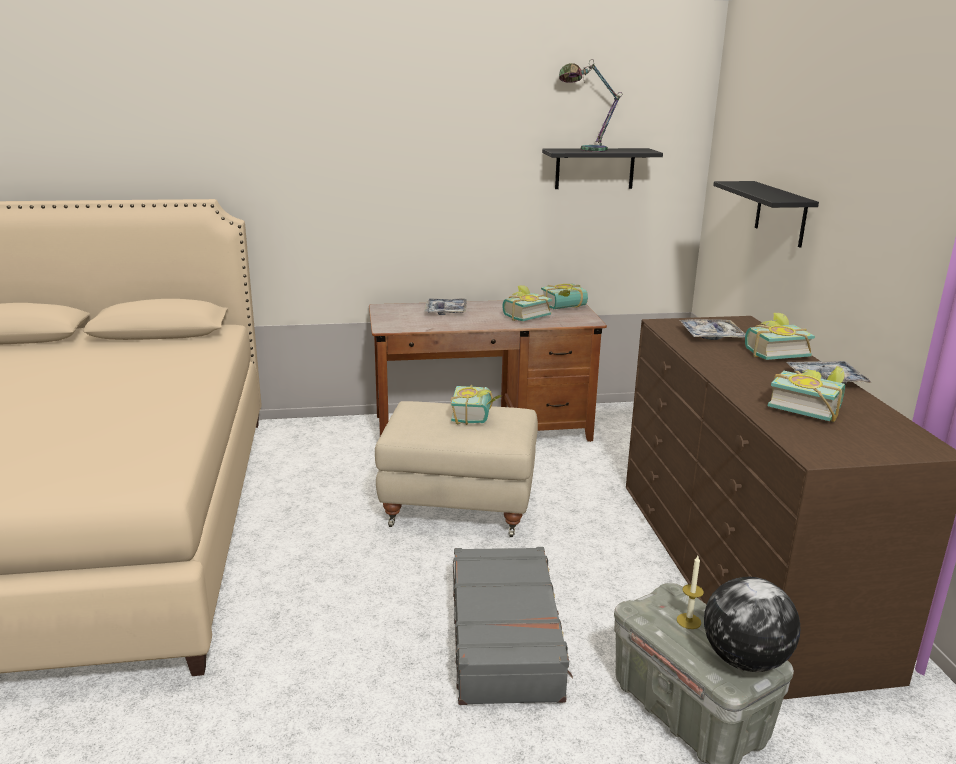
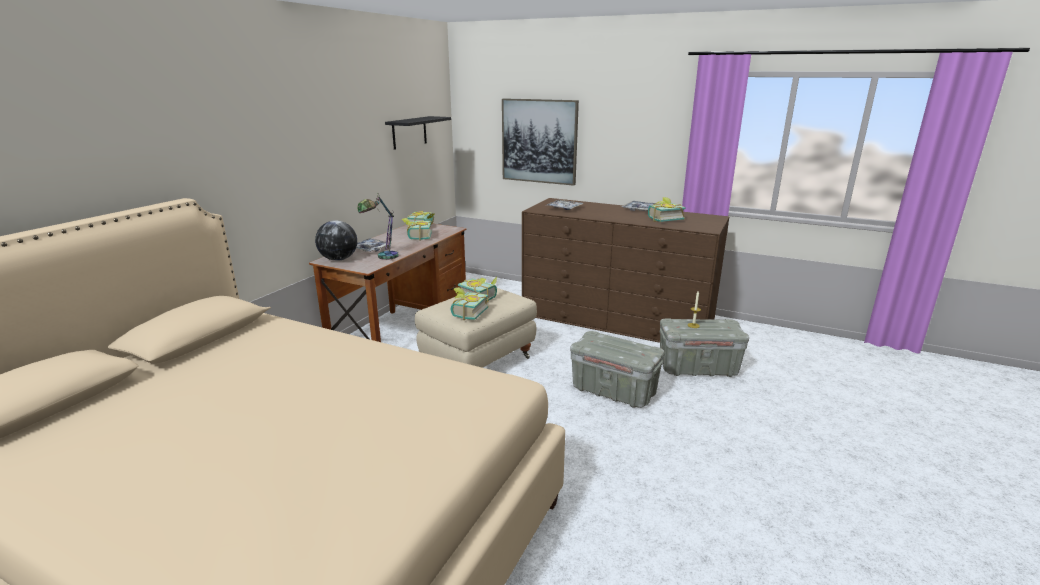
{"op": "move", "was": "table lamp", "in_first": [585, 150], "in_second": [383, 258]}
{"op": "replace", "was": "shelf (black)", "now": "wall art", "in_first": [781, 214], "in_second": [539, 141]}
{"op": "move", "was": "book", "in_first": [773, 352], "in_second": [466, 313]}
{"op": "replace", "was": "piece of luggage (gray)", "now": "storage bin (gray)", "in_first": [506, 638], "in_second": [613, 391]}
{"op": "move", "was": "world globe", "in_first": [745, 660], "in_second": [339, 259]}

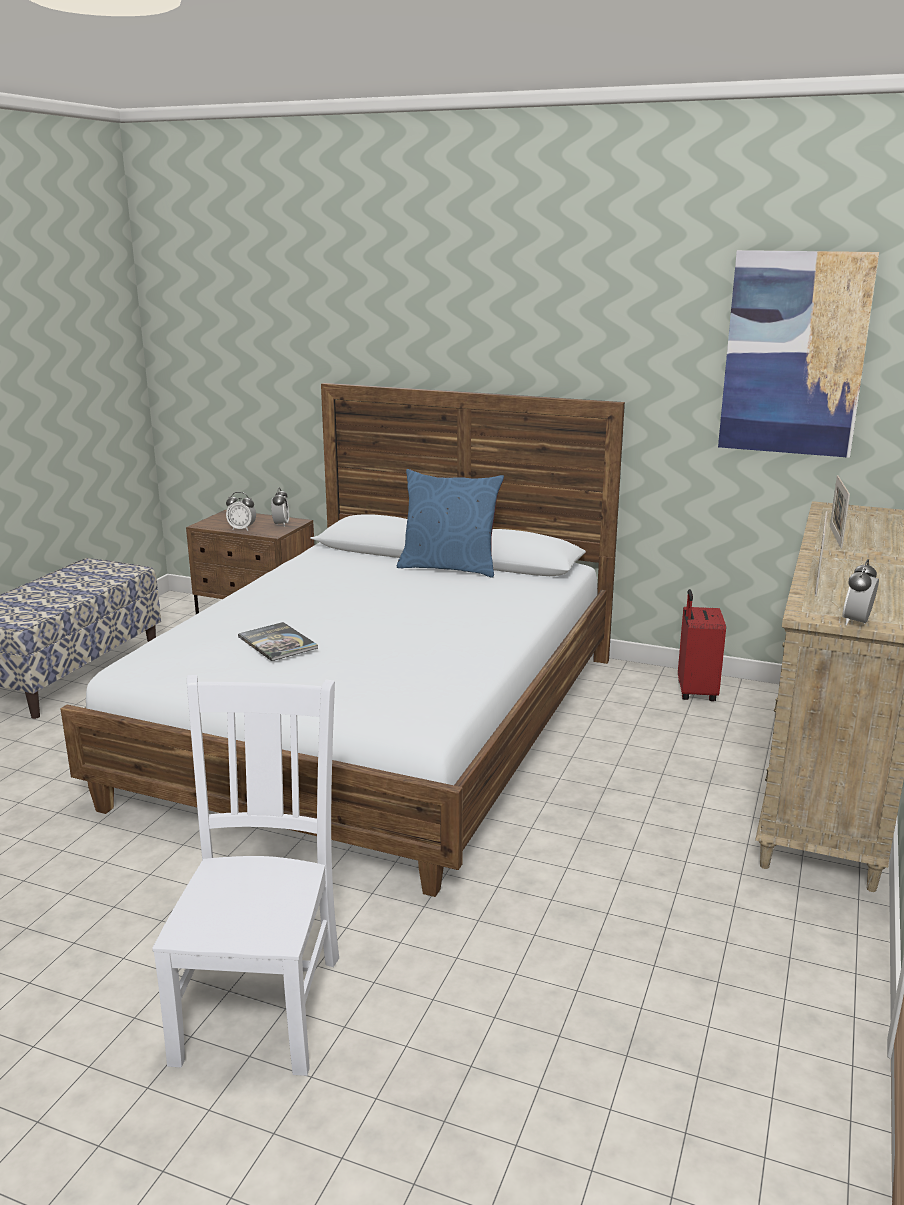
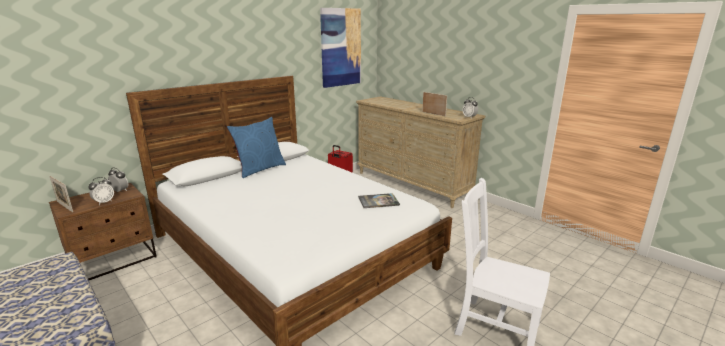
{"op": "move", "was": "photo frame", "in_first": [835, 537], "in_second": [65, 206]}
{"op": "move", "was": "book", "in_first": [277, 643], "in_second": [378, 201]}

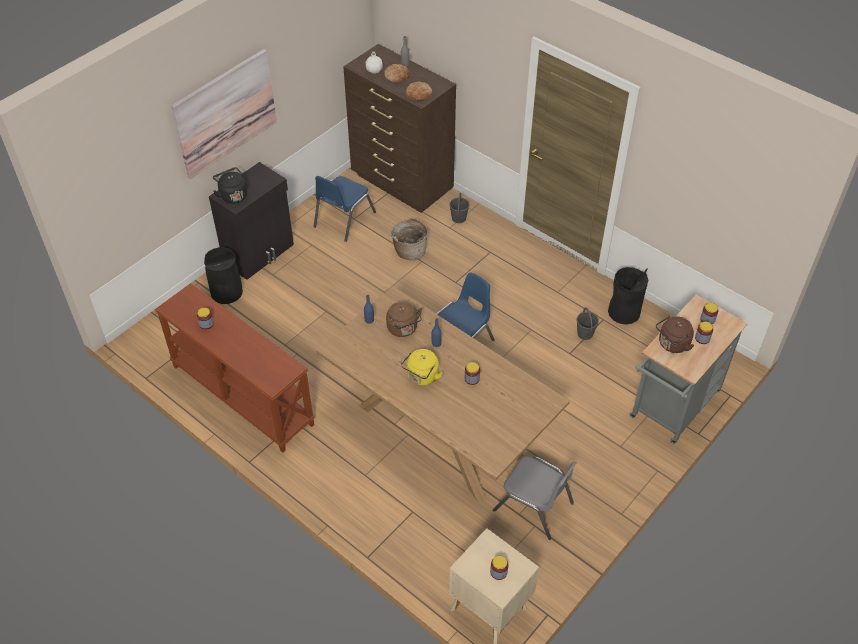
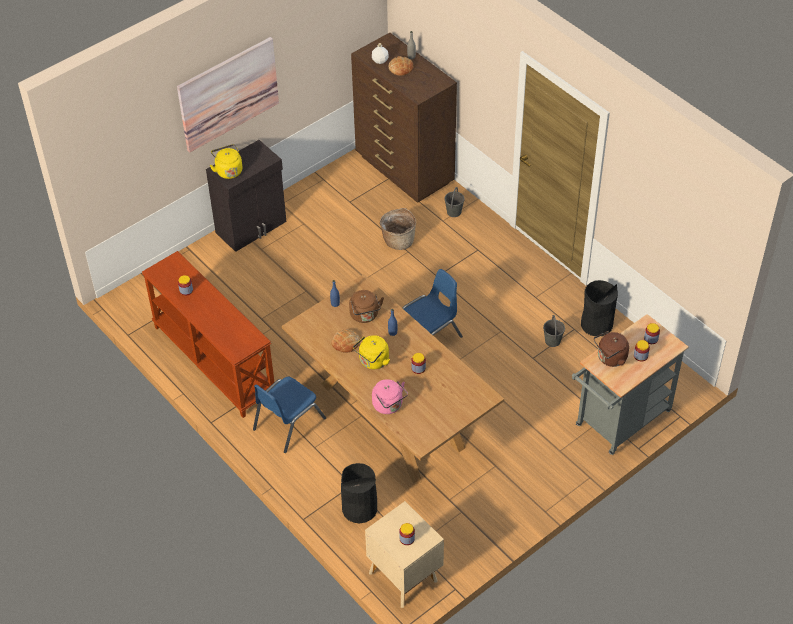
{"op": "move", "was": "bakery bread", "in_first": [419, 94], "in_second": [345, 342]}
{"op": "recolor", "was": "tea kettle (black)", "now": "tea kettle (yellow)", "in_first": [232, 195], "in_second": [228, 170]}
{"op": "move", "was": "plain chair (bluish)", "in_first": [343, 219], "in_second": [288, 424]}
{"op": "move", "was": "waste bin (black)", "in_first": [226, 292], "in_second": [359, 508]}
{"op": "delete", "was": "plain chair (gray)", "in_first": [534, 506]}
{"op": "insert", "now": "tea kettle (pink-coloured)", "in_second": [389, 406]}

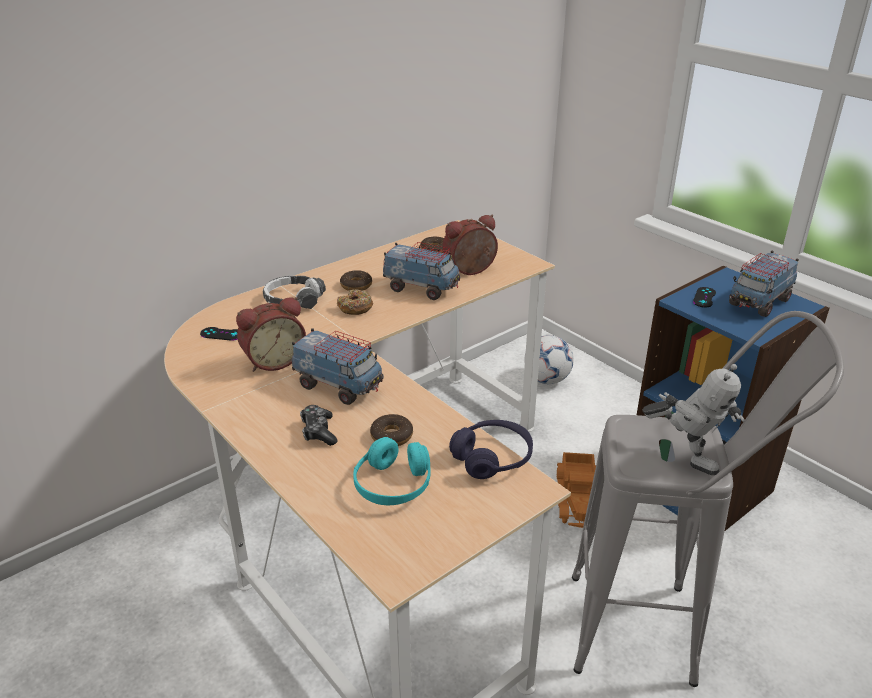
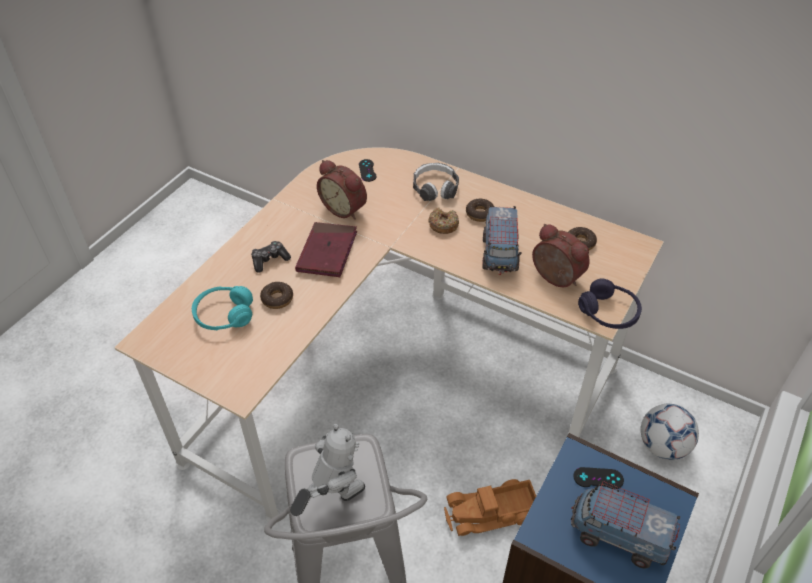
{"op": "replace", "was": "toy lorry", "now": "book (red)", "in_first": [339, 386], "in_second": [327, 252]}
{"op": "rotate", "was": "toy robot", "in_first": [686, 456], "in_second": [332, 499], "clockwise": -150}
{"op": "move", "was": "headset (purple-coloured)", "in_first": [492, 458], "in_second": [608, 312]}

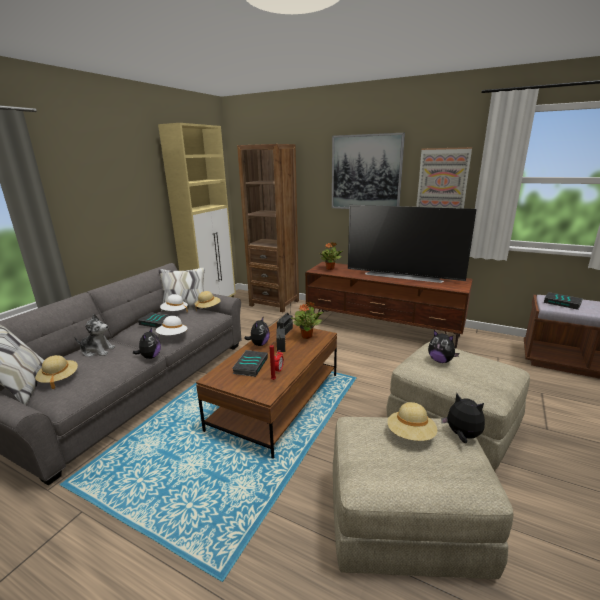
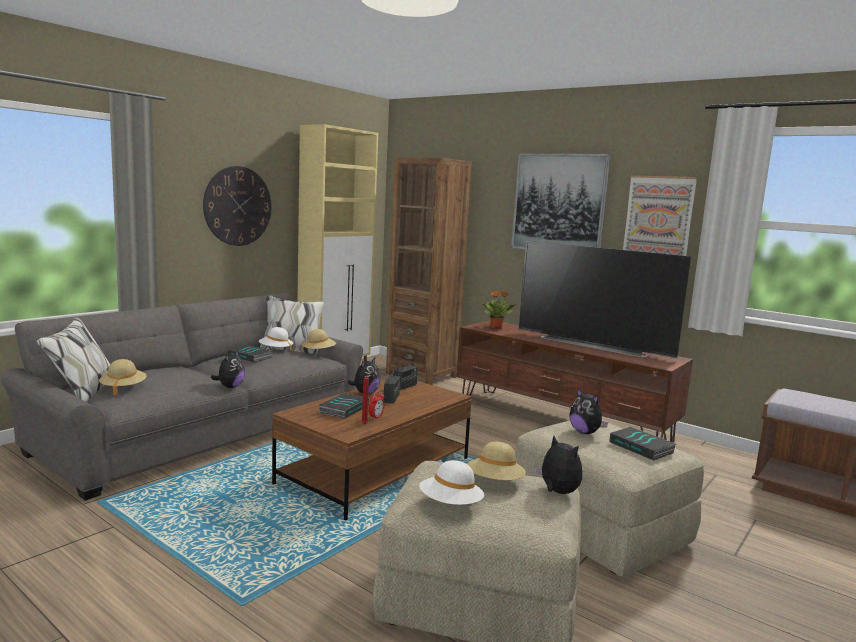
{"op": "move", "was": "book", "in_first": [562, 303], "in_second": [642, 447]}
{"op": "delete", "was": "houseplant", "in_first": [307, 336]}
{"op": "delete", "was": "cuddly toy", "in_first": [97, 351]}
{"op": "move", "was": "hat (whitish)", "in_first": [172, 336], "in_second": [450, 505]}
{"op": "insert", "now": "wall clock", "in_second": [238, 206]}

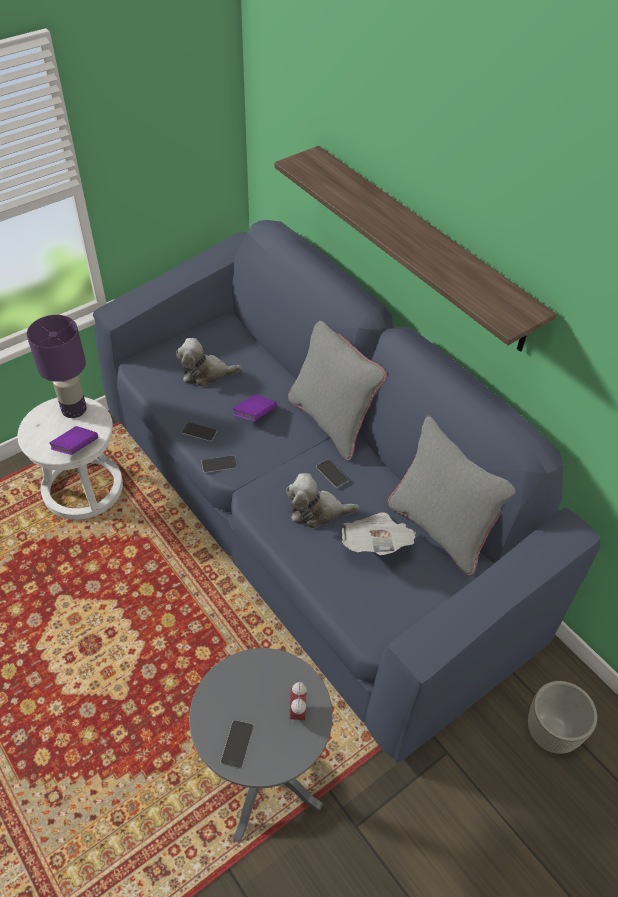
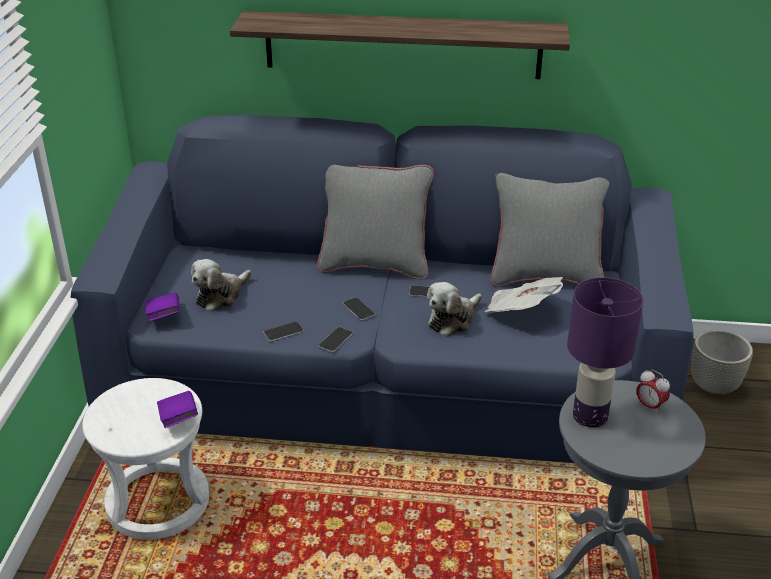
{"op": "move", "was": "table lamp (purple-coloured)", "in_first": [74, 409], "in_second": [589, 416]}
{"op": "move", "was": "book (purple-coloured)", "in_first": [255, 415], "in_second": [164, 316]}
{"op": "move", "was": "phone", "in_first": [237, 744], "in_second": [358, 309]}

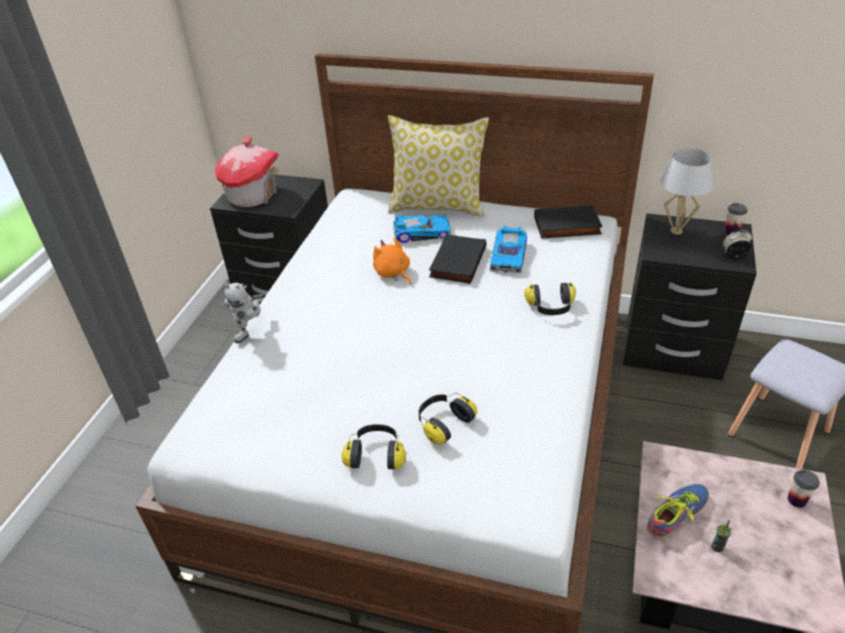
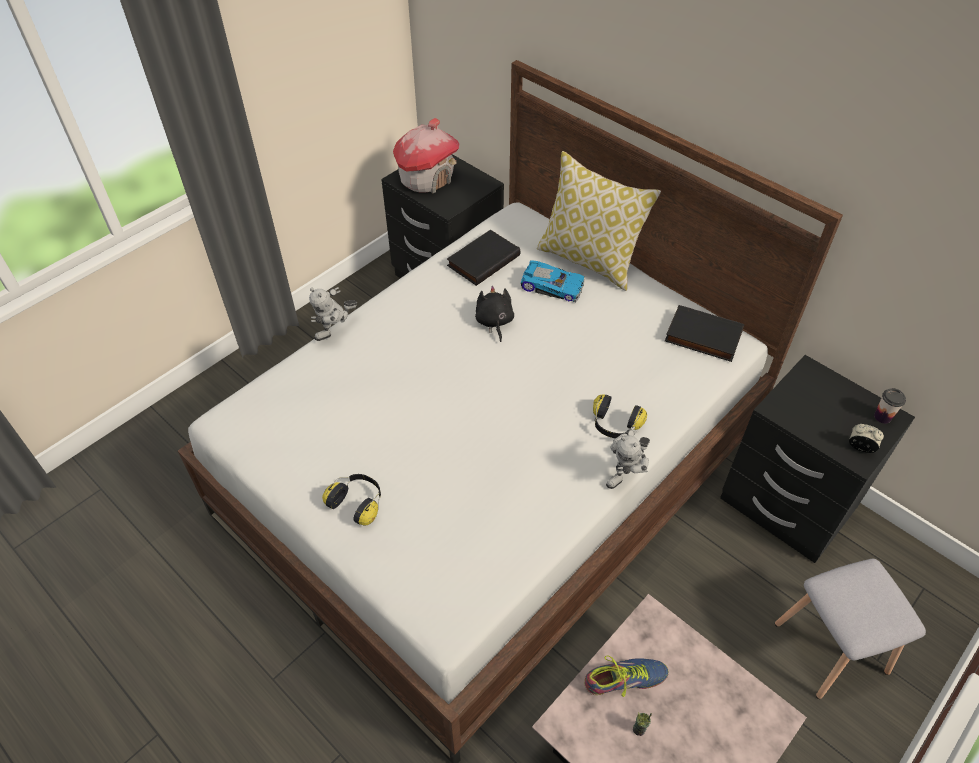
{"op": "delete", "was": "table lamp (whitish)", "in_first": [676, 231]}
{"op": "delete", "was": "model car", "in_first": [509, 256]}
{"op": "move", "was": "book (black)", "in_first": [456, 261], "in_second": [482, 260]}
{"op": "recolor", "was": "cuddly toy (orange)", "now": "cuddly toy (black)", "in_first": [393, 273], "in_second": [494, 322]}
{"op": "delete", "was": "headset", "in_first": [443, 424]}
{"op": "delete", "was": "small cup", "in_first": [796, 500]}
{"op": "insert", "now": "toy robot", "in_second": [626, 476]}

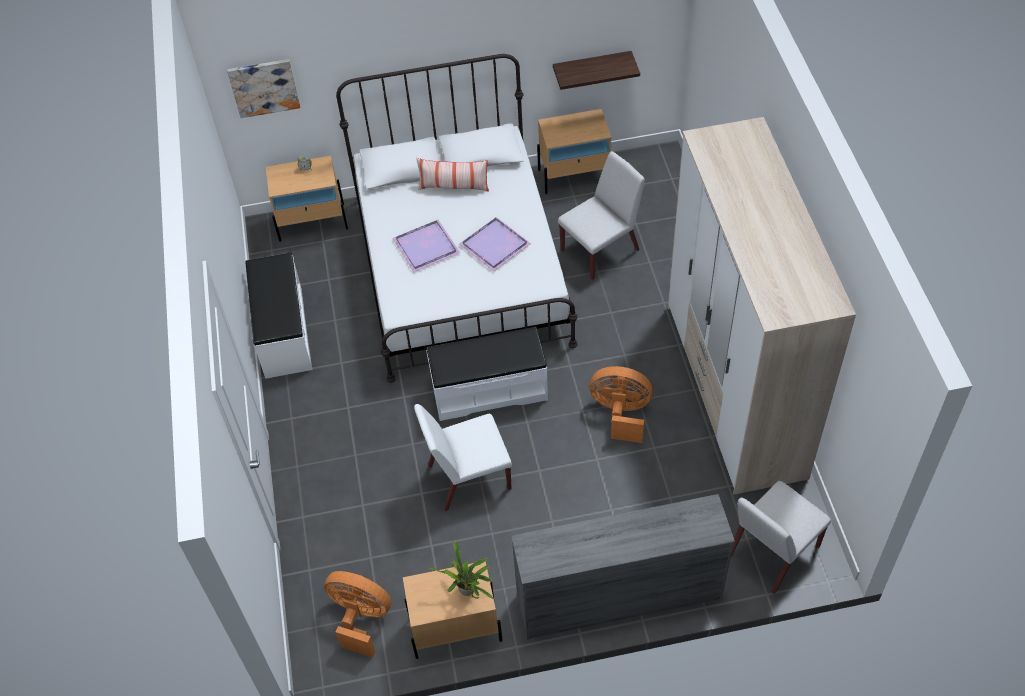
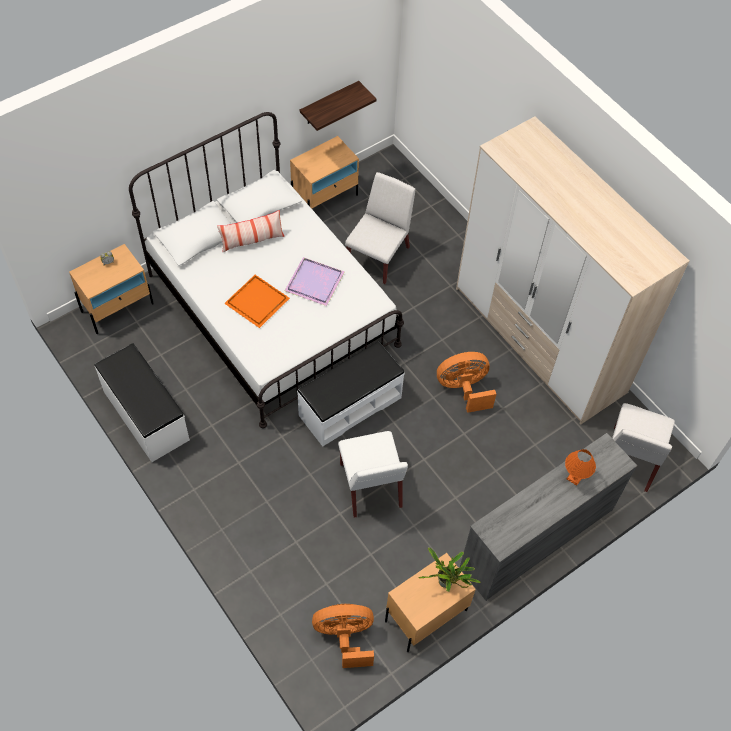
{"op": "delete", "was": "wall art", "in_first": [264, 87]}
{"op": "recolor", "was": "carrying tray (purple-coloured)", "now": "carrying tray (orange)", "in_first": [426, 246], "in_second": [257, 301]}
{"op": "rotate", "was": "plain chair (whitish)", "in_first": [468, 478], "in_second": [371, 486], "clockwise": -60}
{"op": "insert", "now": "table lamp (orange)", "in_second": [574, 478]}

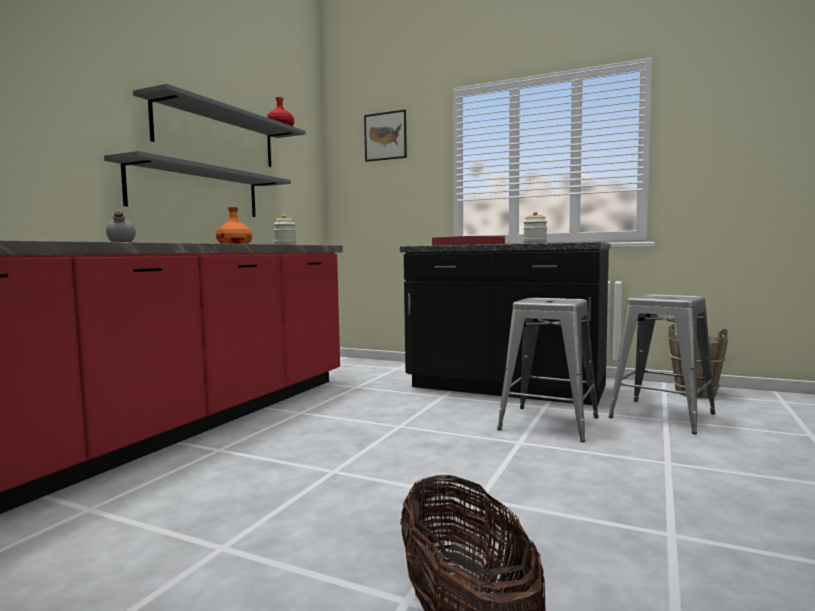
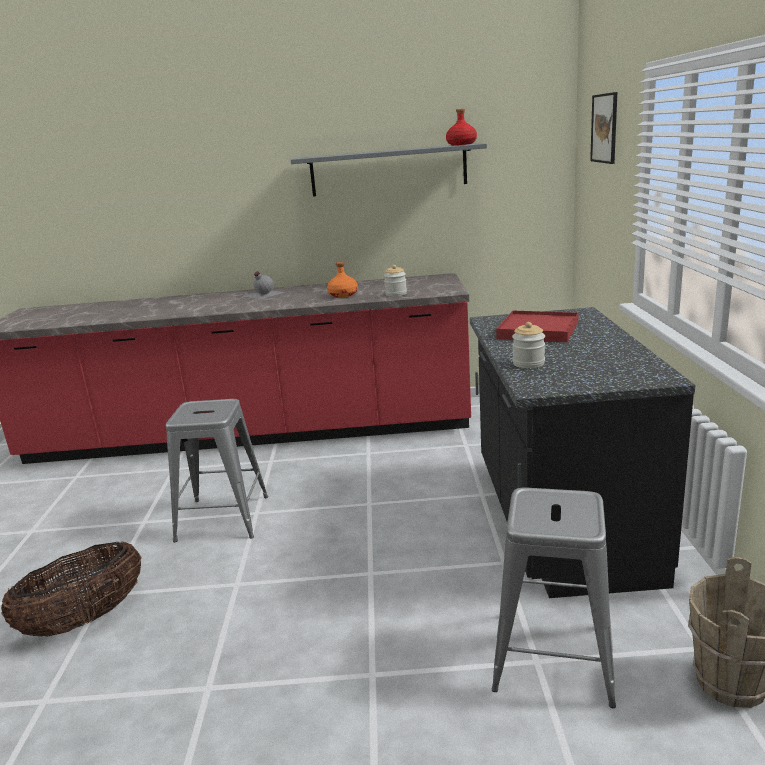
{"op": "delete", "was": "shelf (gray)", "in_first": [197, 191]}
{"op": "move", "was": "stool seat (gray)", "in_first": [549, 423], "in_second": [222, 518]}

